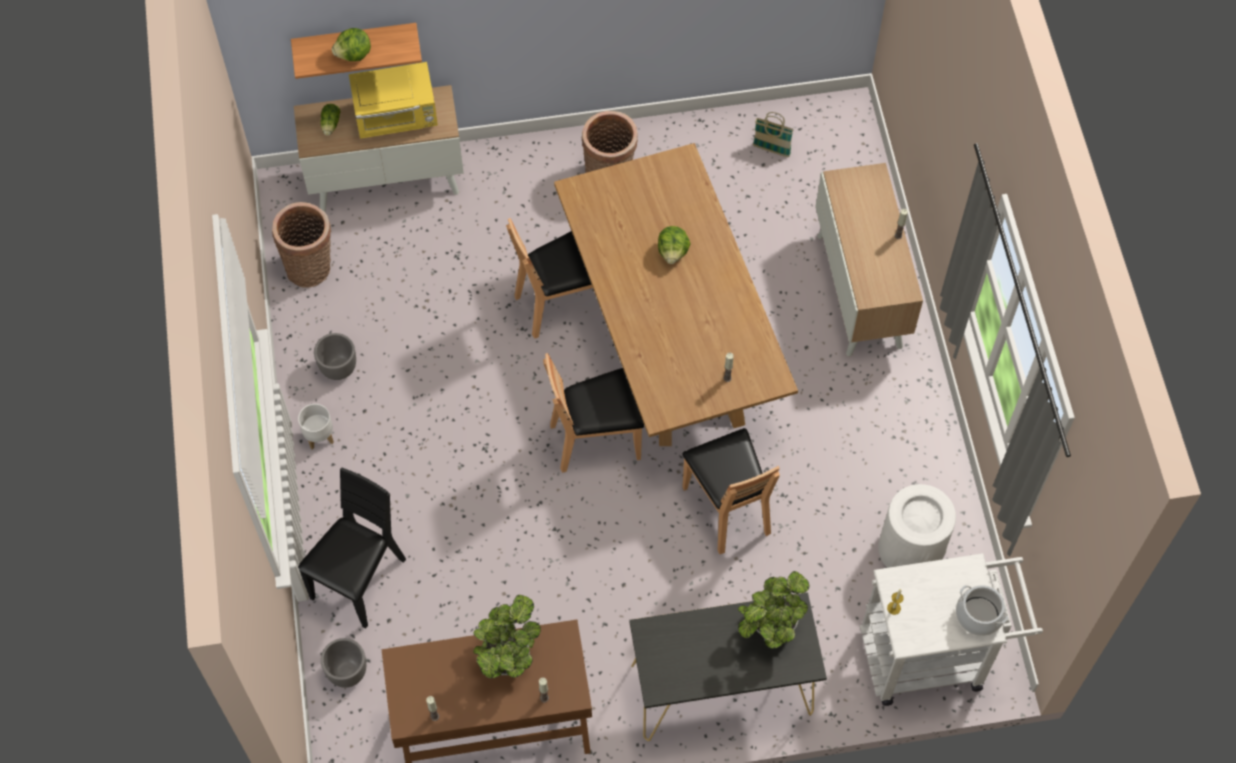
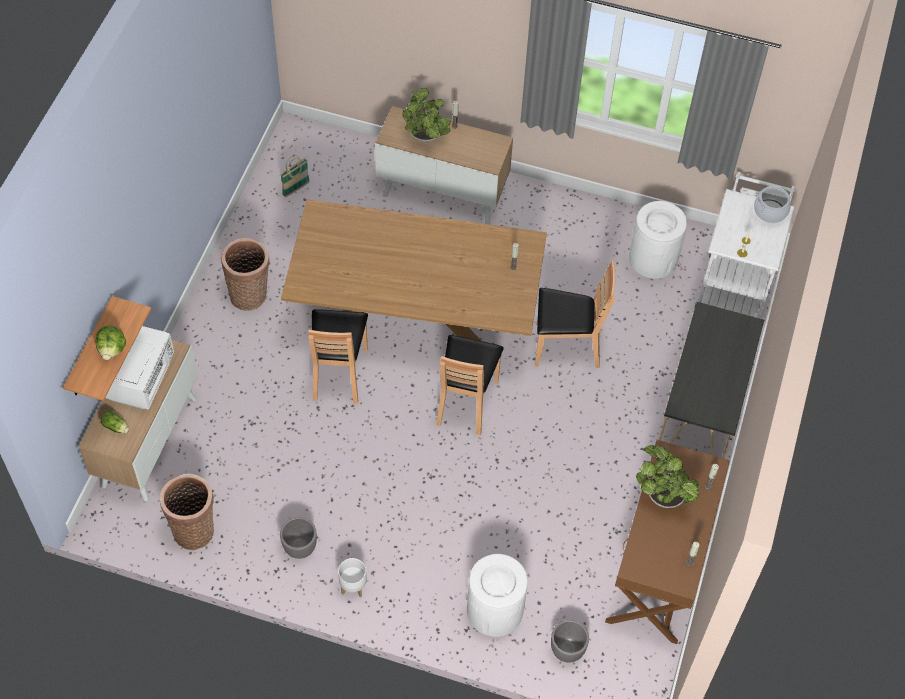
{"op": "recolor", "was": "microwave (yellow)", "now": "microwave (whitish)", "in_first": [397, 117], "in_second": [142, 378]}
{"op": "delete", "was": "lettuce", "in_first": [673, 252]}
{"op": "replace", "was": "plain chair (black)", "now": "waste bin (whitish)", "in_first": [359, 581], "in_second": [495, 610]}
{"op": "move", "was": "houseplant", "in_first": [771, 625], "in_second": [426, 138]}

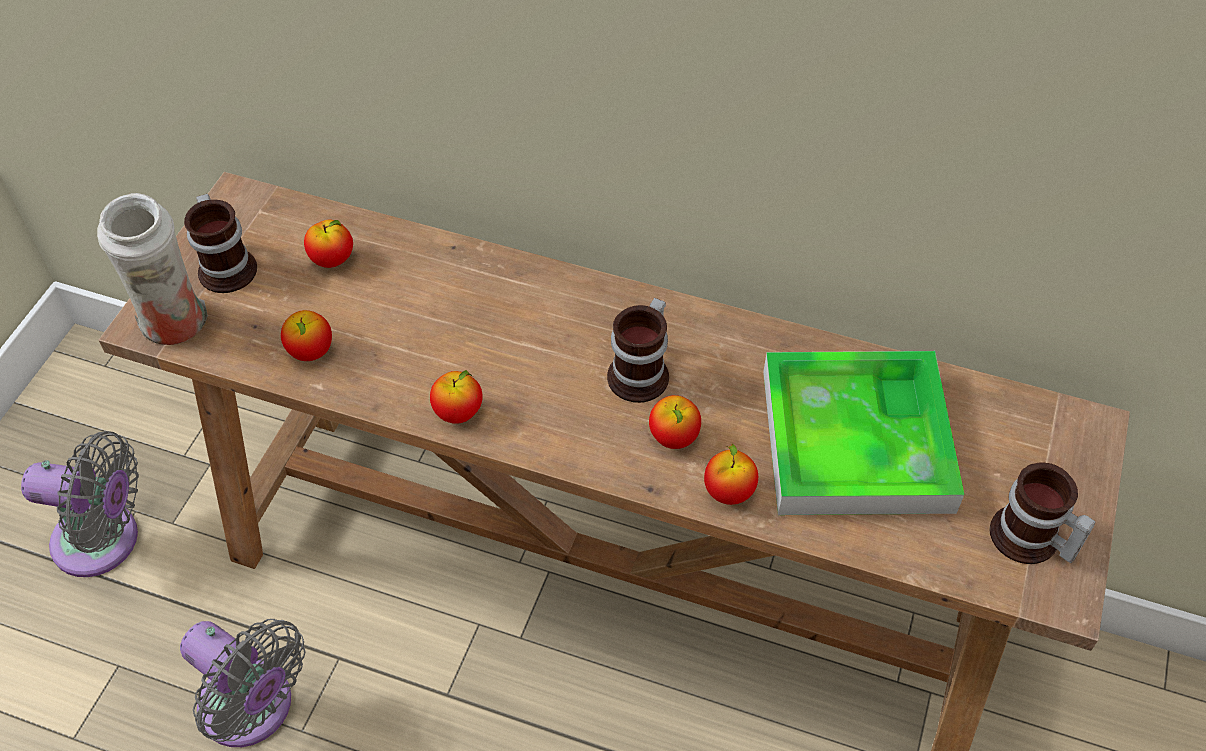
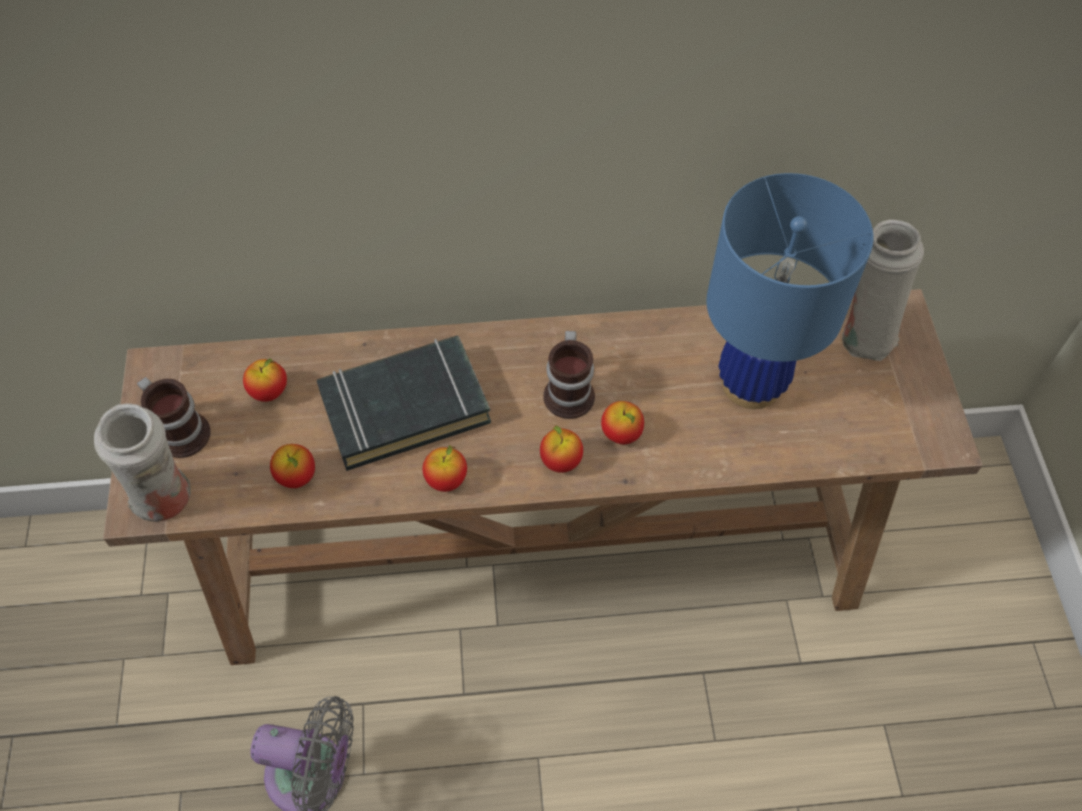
{"op": "replace", "was": "carrying tray", "now": "table lamp (bluish)", "in_first": [856, 440], "in_second": [751, 383]}
{"op": "delete", "was": "electric fan (gray)", "in_first": [104, 541]}
{"op": "move", "was": "apple", "in_first": [728, 492], "in_second": [560, 461]}
{"op": "delete", "was": "tea mug", "in_first": [1028, 541]}
{"op": "insert", "now": "vase (whitish)", "in_second": [863, 334]}
{"op": "insert", "now": "book (black)", "in_second": [404, 407]}

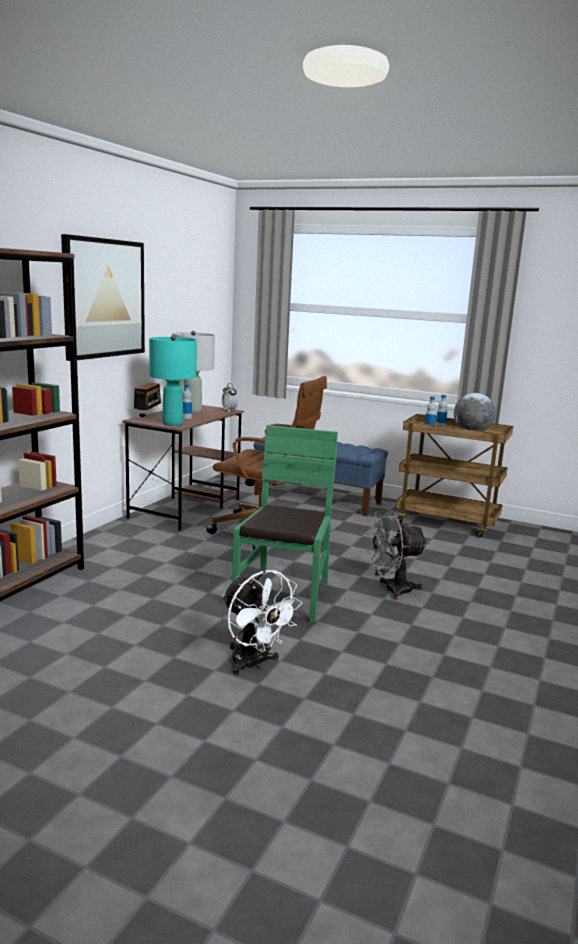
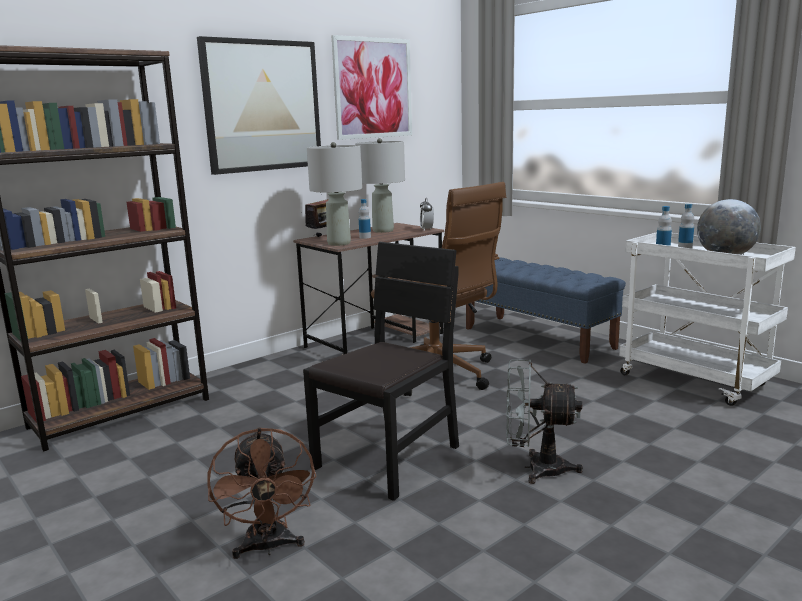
{"op": "recolor", "was": "table lamp (blue-green)", "now": "table lamp (gray)", "in_first": [172, 423], "in_second": [338, 243]}
{"op": "recolor", "was": "trolley (brown-coloured)", "now": "trolley (whitish)", "in_first": [447, 523], "in_second": [696, 381]}
{"op": "recolor", "was": "plain chair (greenish)", "now": "plain chair (black)", "in_first": [284, 595], "in_second": [388, 458]}
{"op": "recolor", "was": "electric fan (whitish)", "now": "electric fan (brown-coloured)", "in_first": [254, 664], "in_second": [268, 547]}
{"op": "insert", "now": "wall art", "in_second": [373, 88]}

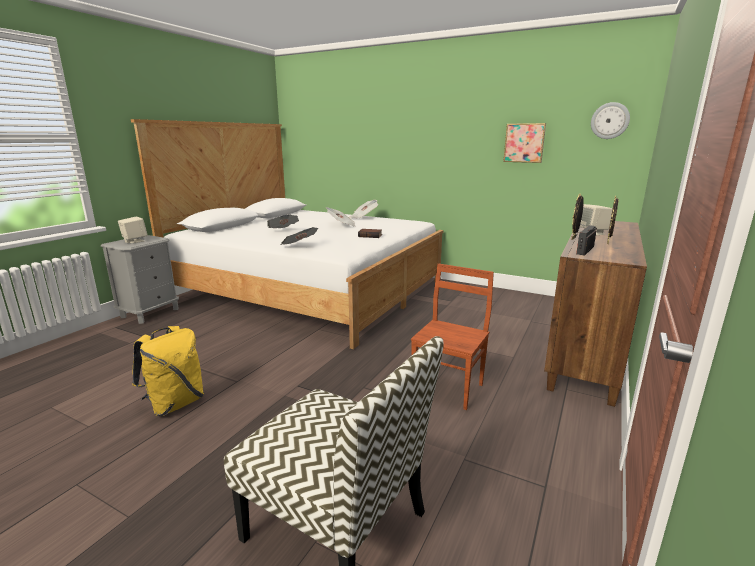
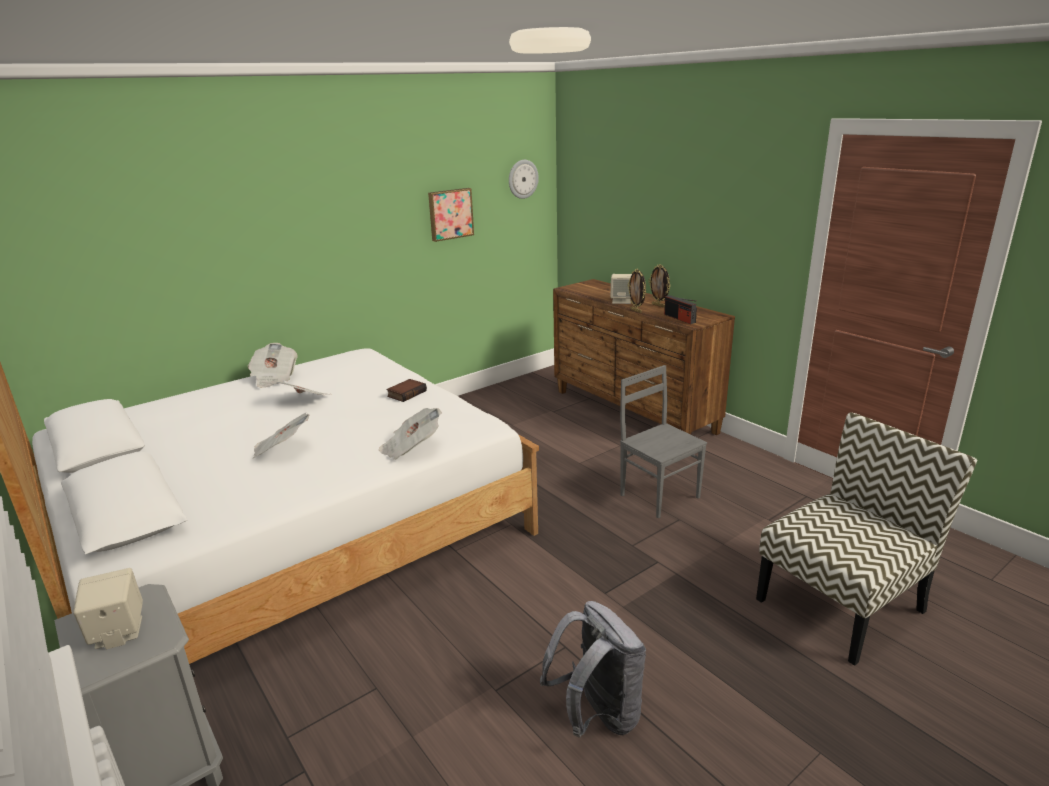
{"op": "recolor", "was": "plain chair (brown-coloured)", "now": "plain chair (gray)", "in_first": [449, 388], "in_second": [659, 495]}
{"op": "recolor", "was": "knapsack (yellow)", "now": "knapsack (gray)", "in_first": [175, 403], "in_second": [597, 715]}

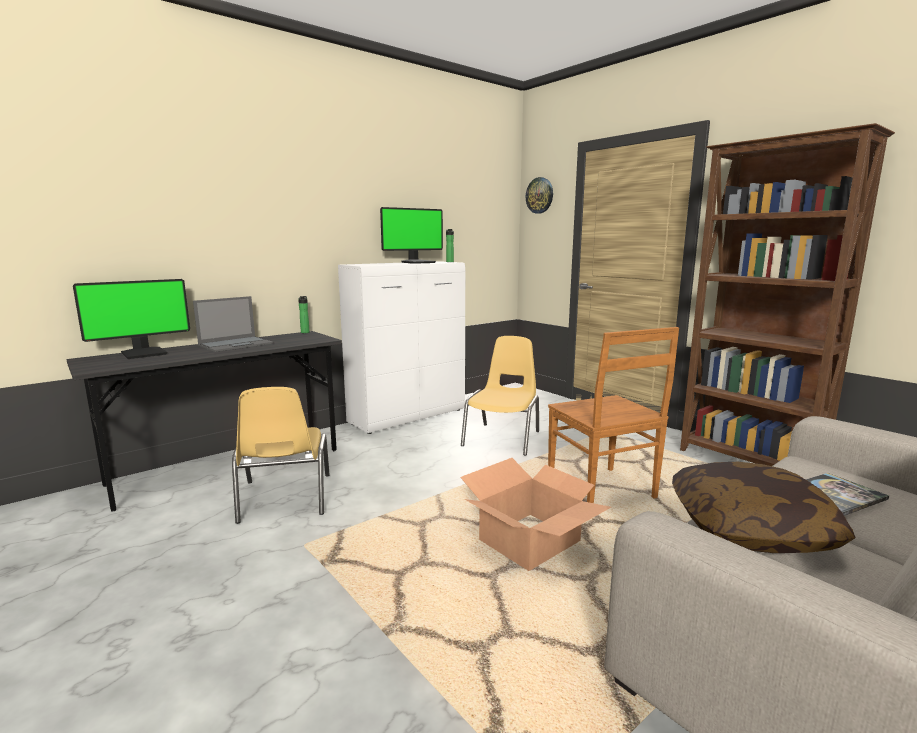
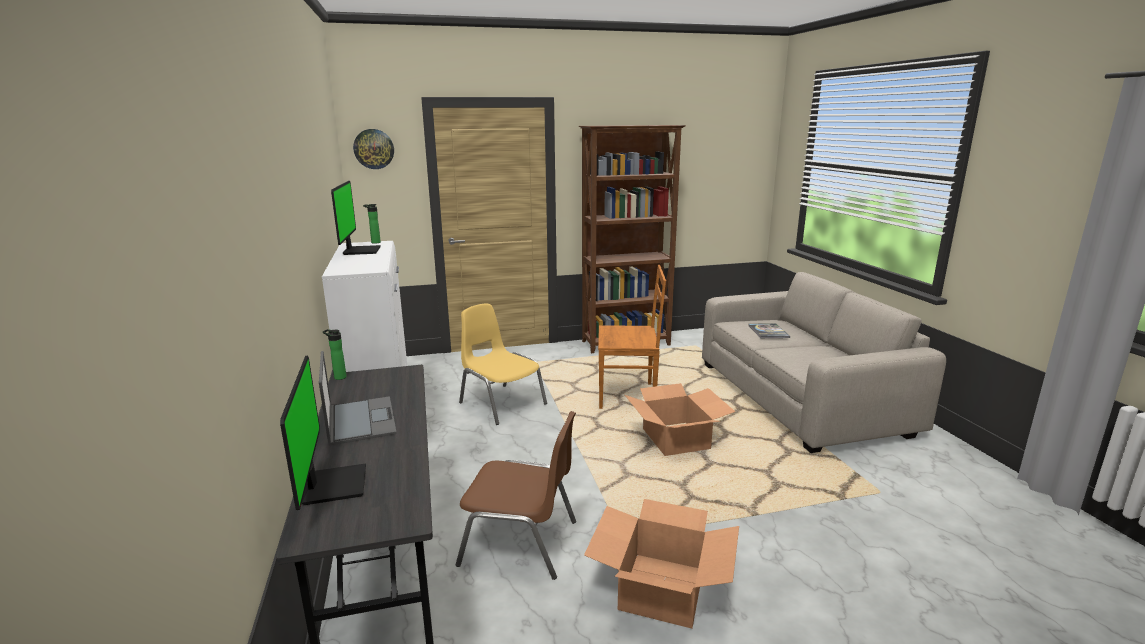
{"op": "recolor", "was": "plain chair (yellow)", "now": "plain chair (brown-coloured)", "in_first": [284, 498], "in_second": [521, 542]}
{"op": "delete", "was": "pillow", "in_first": [750, 529]}
{"op": "insert", "now": "packing box", "in_second": [660, 589]}

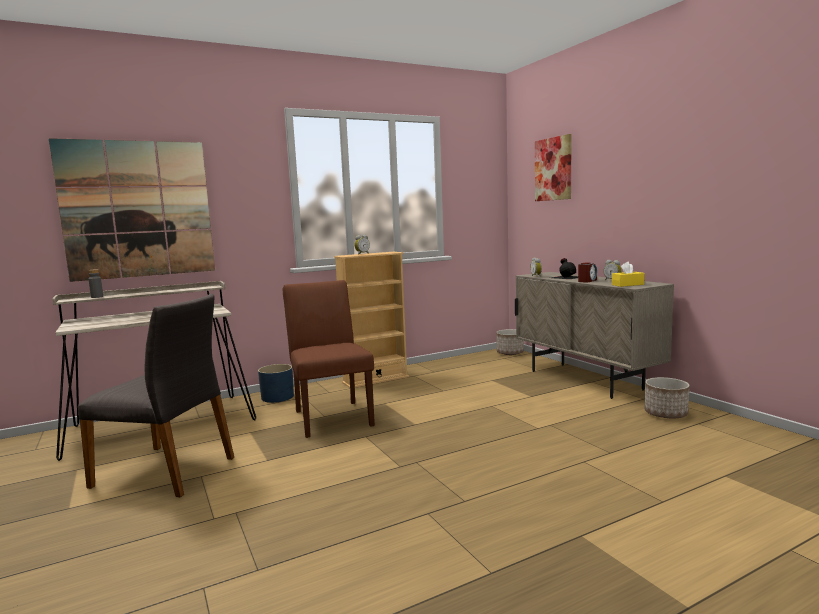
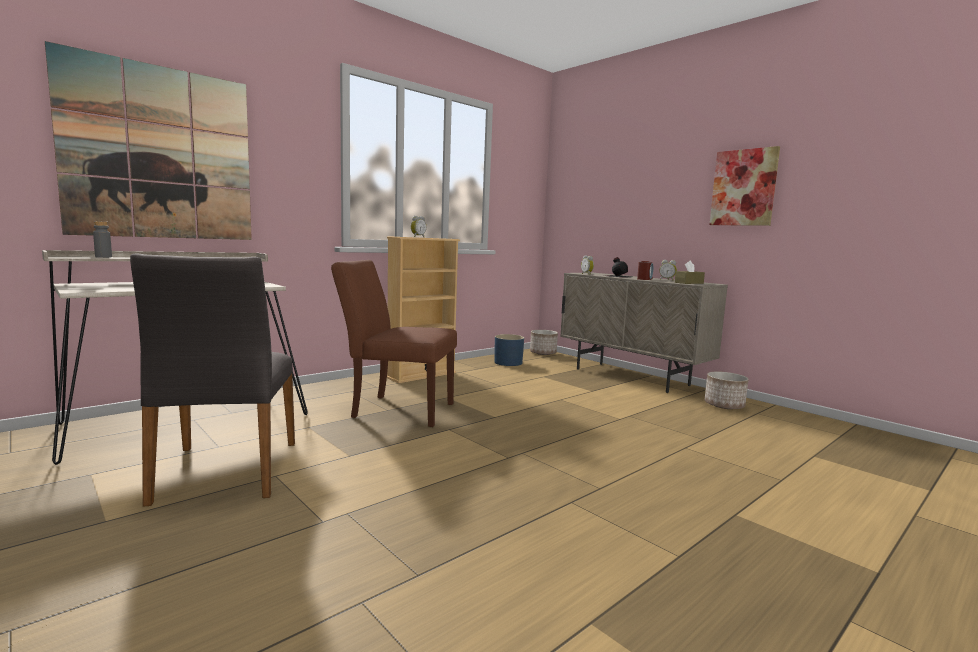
{"op": "move", "was": "wall art", "in_first": [553, 169], "in_second": [743, 188]}
{"op": "recolor", "was": "box of tissues (yellow)", "now": "box of tissues (brown-coloured)", "in_first": [627, 285], "in_second": [689, 283]}
{"op": "rotate", "was": "plain chair (brown-coloured)", "in_first": [331, 416], "in_second": [396, 409], "clockwise": -45}
{"op": "rotate", "was": "plain chair (gray)", "in_first": [167, 471], "in_second": [225, 471], "clockwise": 75}
{"op": "move", "was": "flower pot (bluish)", "in_first": [277, 397], "in_second": [508, 362]}

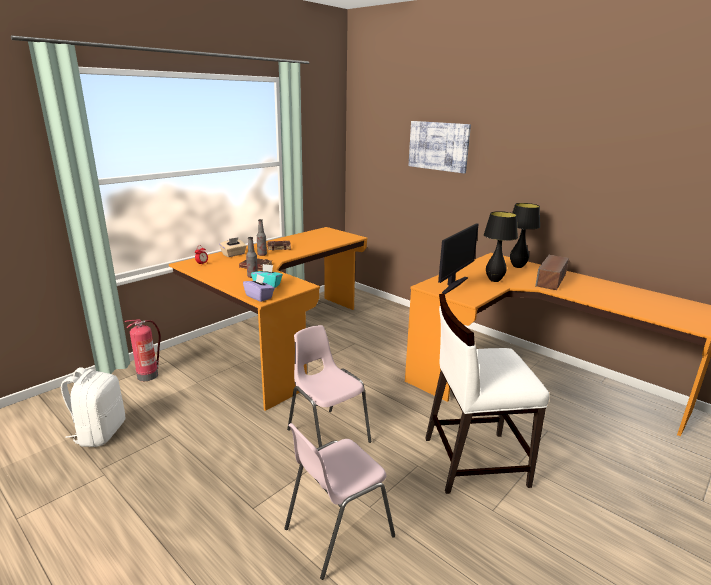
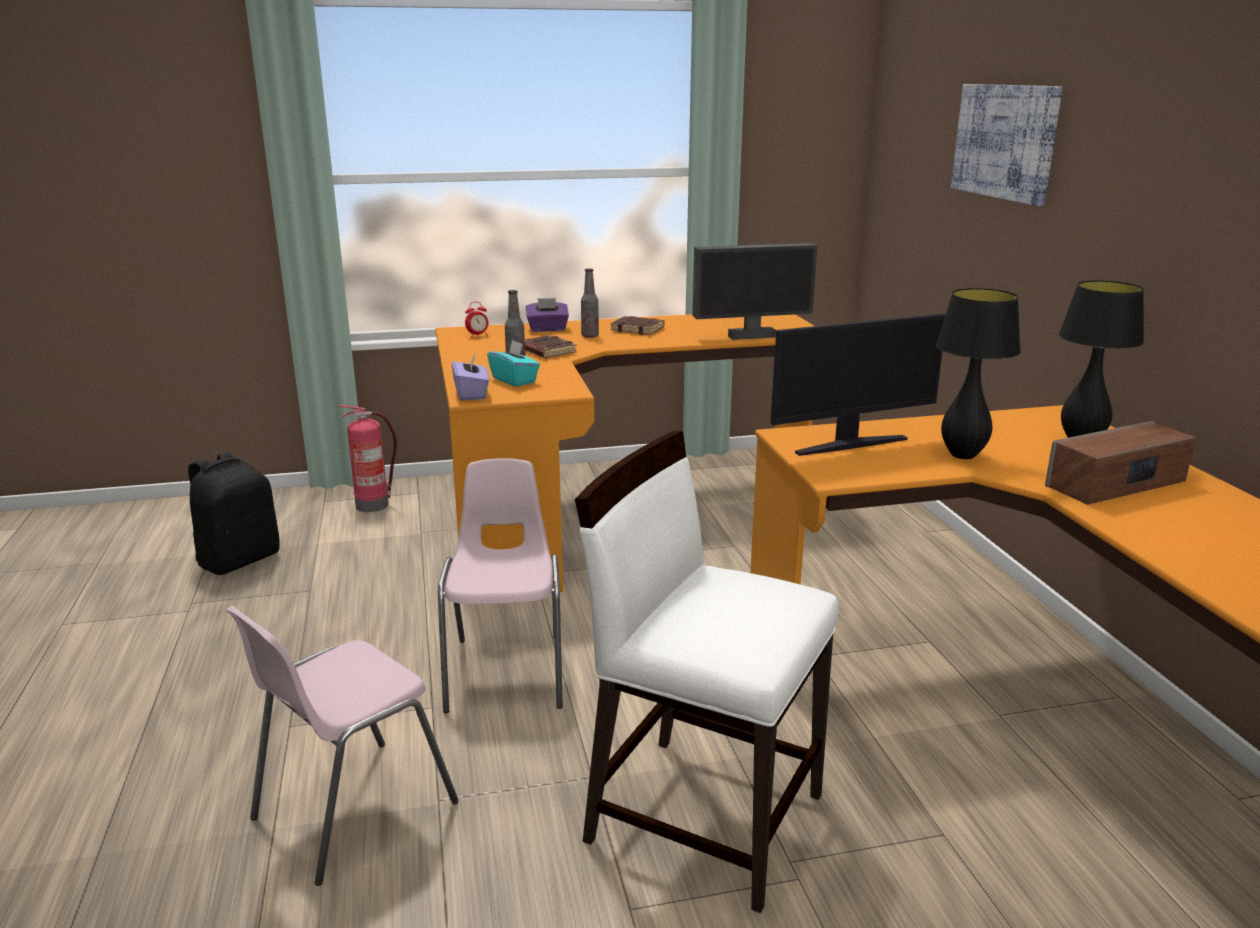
{"op": "recolor", "was": "box of tissues (beige)", "now": "box of tissues (purple-coloured)", "in_first": [234, 254], "in_second": [547, 329]}
{"op": "recolor", "was": "knapsack (whitish)", "now": "knapsack (black)", "in_first": [100, 433], "in_second": [239, 560]}
{"op": "rotate", "was": "plain chair (pink-coloured)", "in_first": [337, 532], "in_second": [351, 810], "clockwise": -45}
{"op": "insert", "now": "monitor", "in_second": [751, 336]}

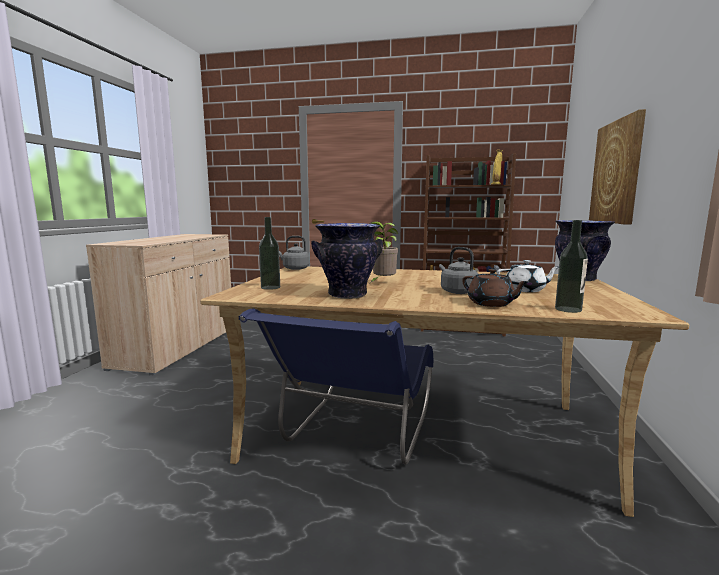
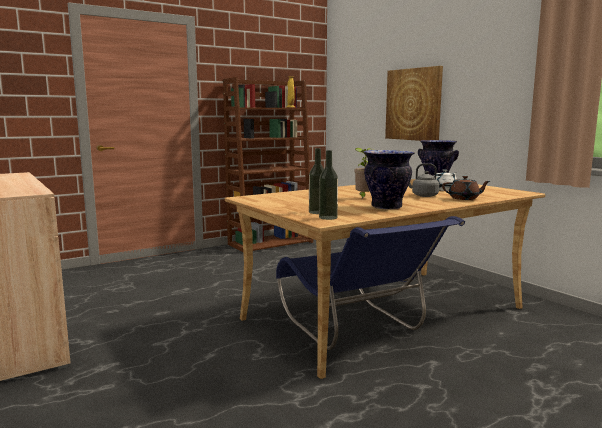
{"op": "move", "was": "bottle", "in_first": [568, 309], "in_second": [328, 217]}
{"op": "delete", "was": "tea kettle (gray)", "in_first": [294, 268]}

